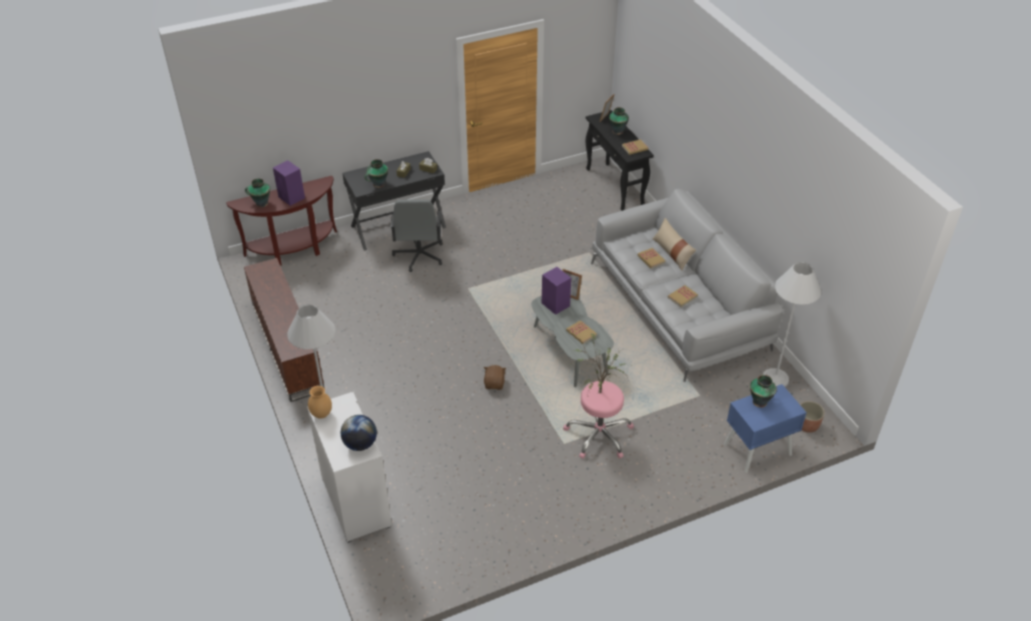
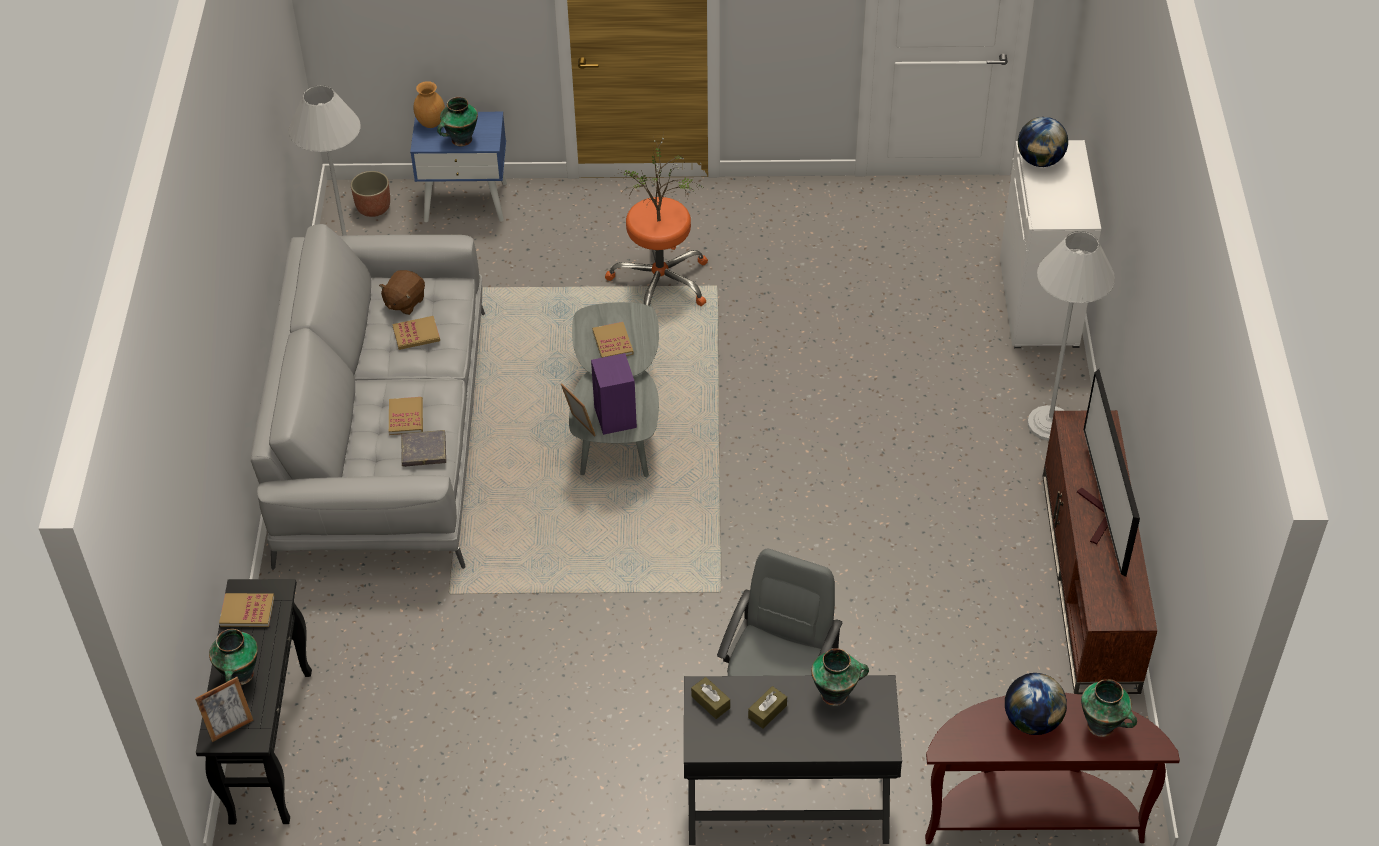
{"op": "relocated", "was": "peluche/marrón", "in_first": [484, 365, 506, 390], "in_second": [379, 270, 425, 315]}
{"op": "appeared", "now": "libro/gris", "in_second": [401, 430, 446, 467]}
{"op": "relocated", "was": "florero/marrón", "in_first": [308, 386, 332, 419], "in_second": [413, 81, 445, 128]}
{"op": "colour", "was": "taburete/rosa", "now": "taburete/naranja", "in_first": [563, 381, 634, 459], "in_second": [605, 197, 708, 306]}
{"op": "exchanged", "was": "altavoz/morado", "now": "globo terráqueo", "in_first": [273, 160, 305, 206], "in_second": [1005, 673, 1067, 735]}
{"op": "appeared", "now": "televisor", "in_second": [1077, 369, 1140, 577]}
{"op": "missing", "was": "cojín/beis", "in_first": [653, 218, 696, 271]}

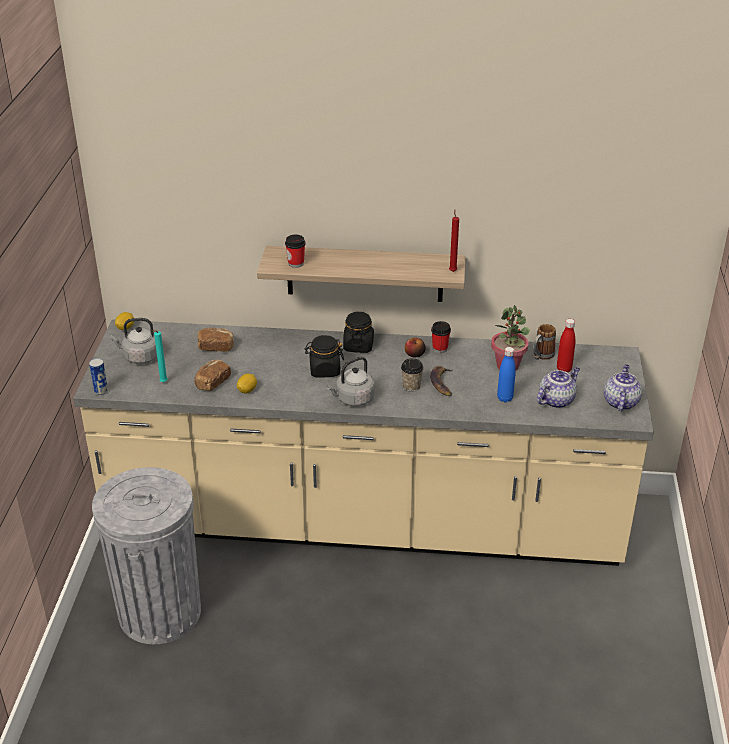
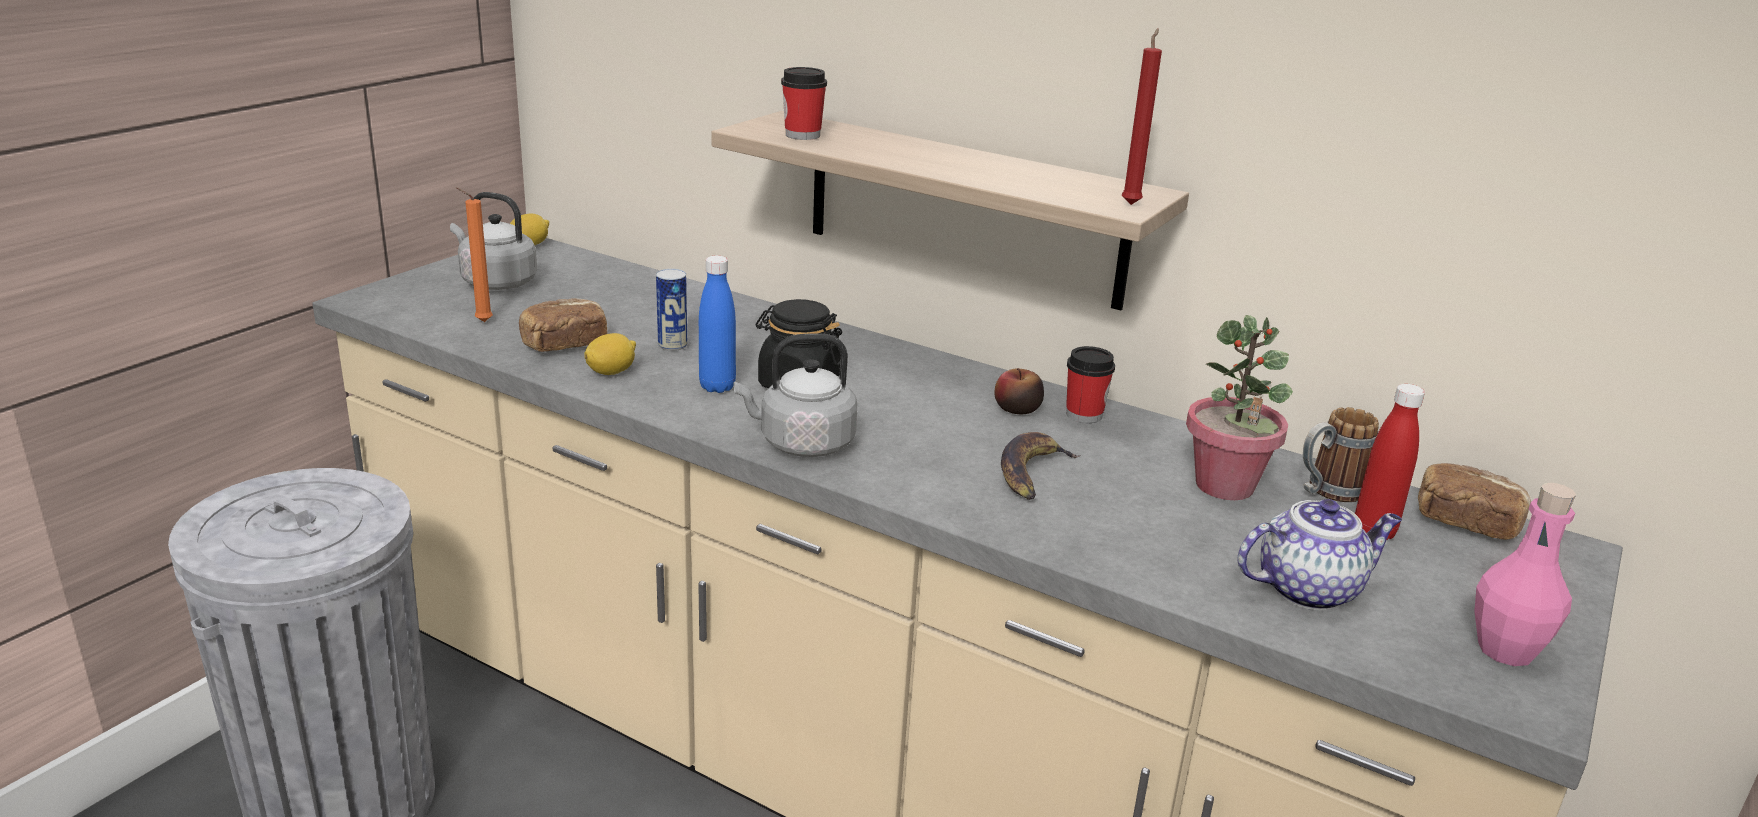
{"op": "colour", "was": "vela/turquesa", "now": "vela/naranja", "in_first": [151, 330, 168, 382], "in_second": [455, 187, 493, 322]}
{"op": "relocated", "was": "lata", "in_first": [89, 358, 108, 395], "in_second": [656, 269, 687, 351]}
{"op": "relocated", "was": "botella/azul", "in_first": [497, 347, 516, 402], "in_second": [699, 255, 736, 393]}
{"op": "relocated", "was": "pan", "in_first": [198, 327, 234, 352], "in_second": [1418, 463, 1531, 540]}
{"op": "exchanged", "was": "tetera", "now": "botella/rosa", "in_first": [604, 364, 642, 411], "in_second": [1474, 483, 1576, 666]}
{"op": "missing", "was": "tarro/negro", "in_first": [343, 312, 374, 353]}
{"op": "missing", "was": "taza", "in_first": [401, 358, 424, 392]}

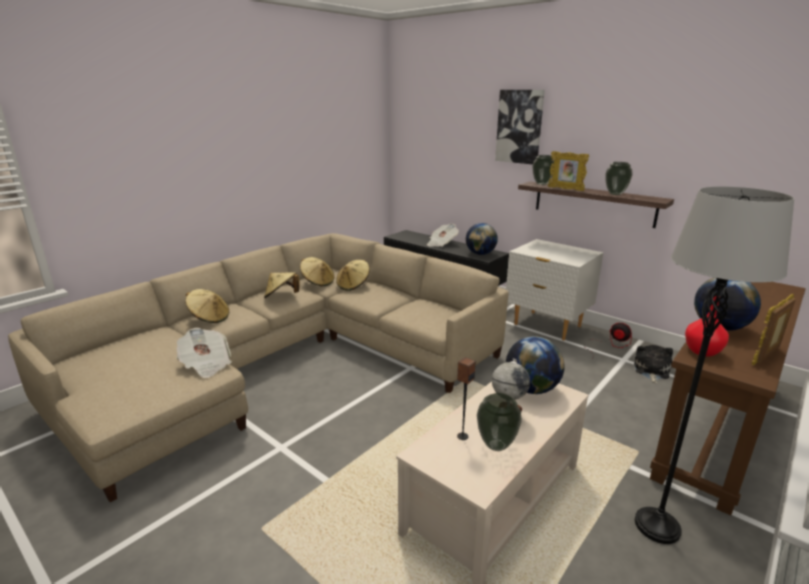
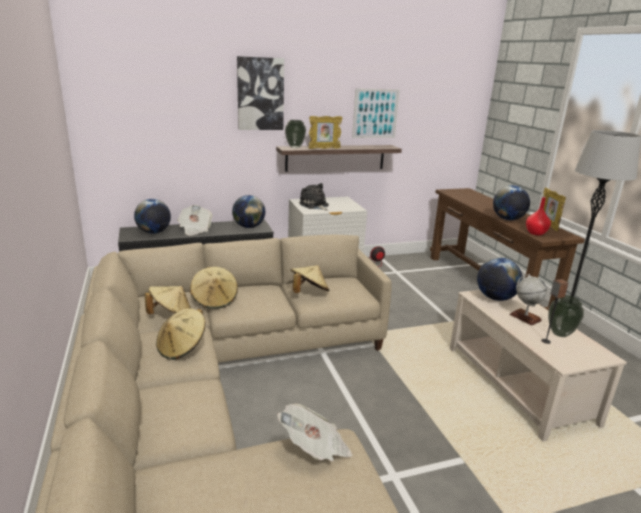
{"op": "appeared", "now": "globo terráqueo", "in_second": [134, 199, 171, 234]}
{"op": "relocated", "was": "sombrero/beis", "in_first": [185, 289, 229, 323], "in_second": [290, 265, 330, 293]}
{"op": "relocated", "was": "peluche", "in_first": [634, 345, 673, 384], "in_second": [299, 183, 329, 211]}
{"op": "appeared", "now": "cuadro", "in_second": [352, 88, 400, 138]}
{"op": "missing", "was": "florero", "in_first": [605, 162, 633, 195]}

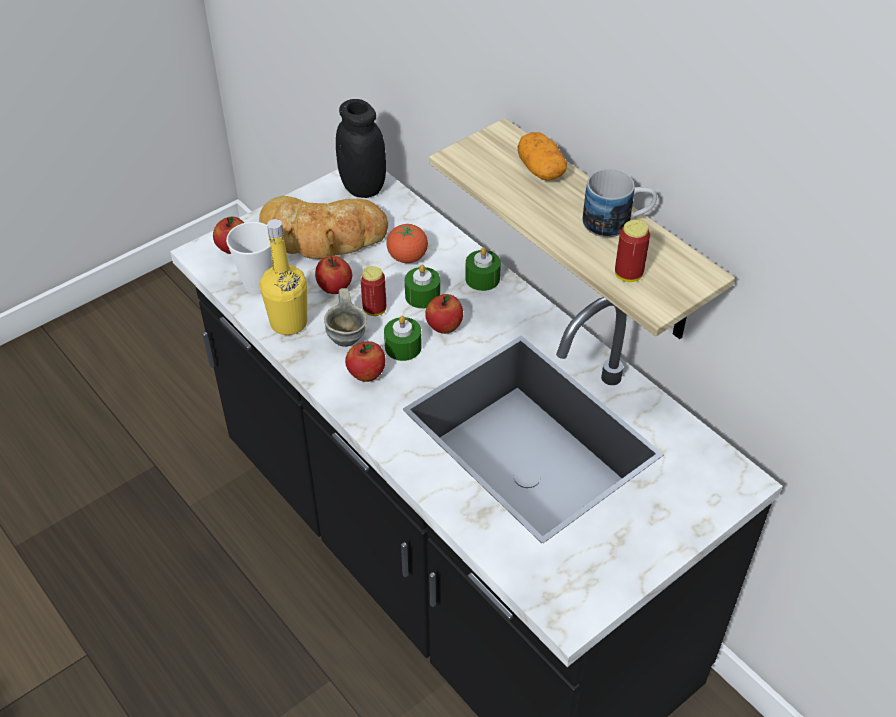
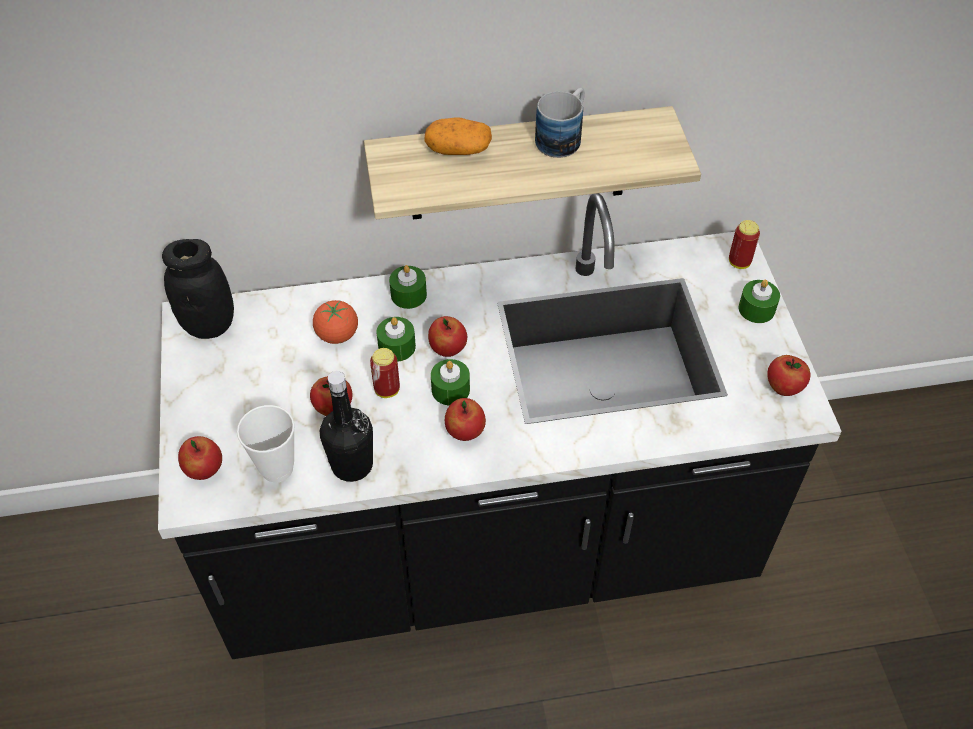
{"op": "colour", "was": "botella/amarillo", "now": "botella/negro", "in_first": [260, 219, 307, 335], "in_second": [320, 371, 373, 482]}
{"op": "relocated", "was": "lata", "in_first": [615, 220, 650, 282], "in_second": [729, 220, 760, 269]}
{"op": "appeared", "now": "vela/verde", "in_second": [739, 280, 780, 323]}
{"op": "appeared", "now": "manzana", "in_second": [767, 355, 810, 396]}
{"op": "missing", "was": "pan", "in_first": [259, 196, 388, 259]}
{"op": "missing", "was": "taza grande/gris", "in_first": [324, 288, 367, 347]}

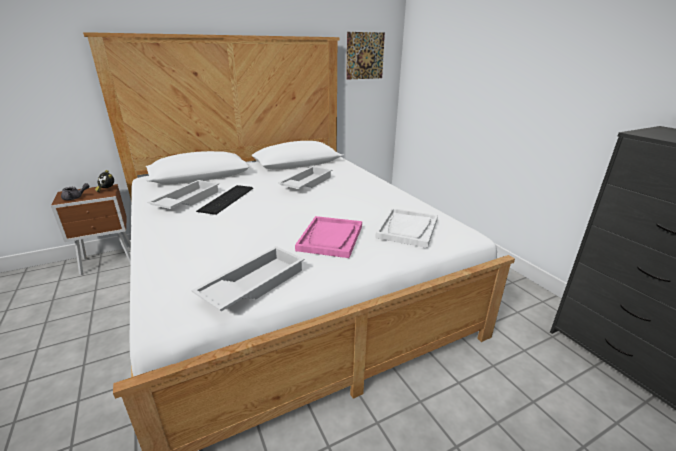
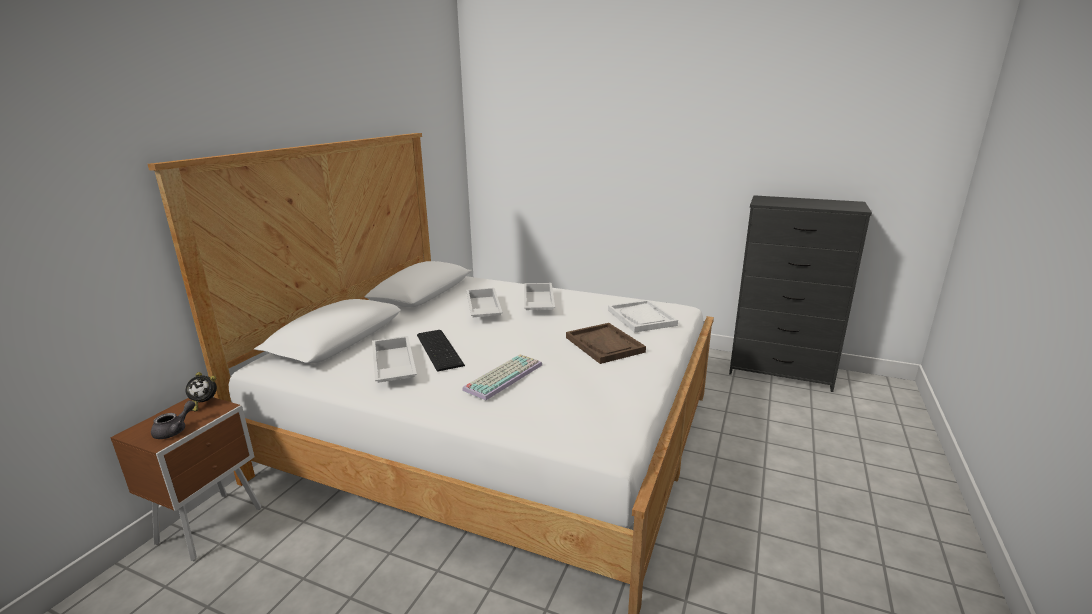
{"op": "appeared", "now": "teclado", "in_second": [462, 354, 542, 400]}
{"op": "relocated", "was": "bandeja/blanco", "in_first": [191, 246, 304, 311], "in_second": [524, 283, 555, 310]}
{"op": "colour", "was": "bandeja/rosa", "now": "bandeja/marrón", "in_first": [295, 216, 362, 258], "in_second": [566, 323, 646, 364]}
{"op": "missing", "was": "cuadro", "in_first": [346, 32, 385, 79]}

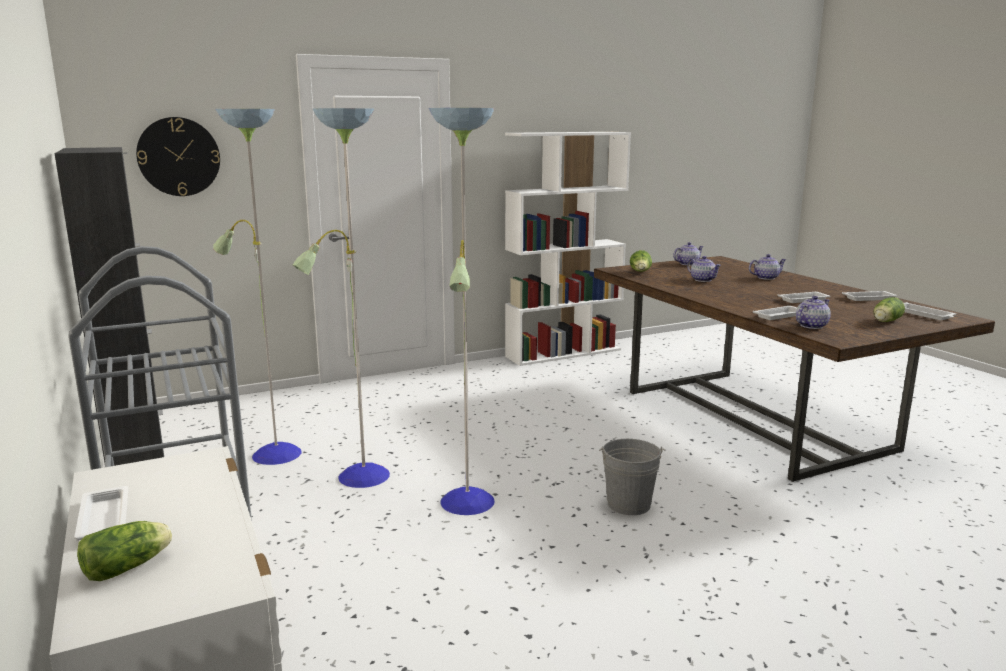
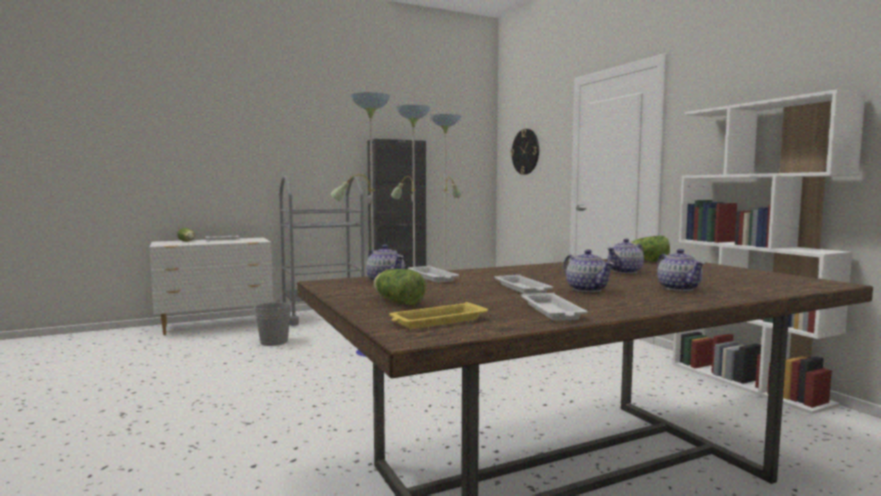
{"op": "relocated", "was": "cubo/gris", "in_first": [599, 439, 666, 515], "in_second": [254, 300, 291, 346]}
{"op": "colour", "was": "bandeja/blanco", "now": "bandeja/amarillo", "in_first": [904, 302, 956, 320], "in_second": [389, 302, 488, 329]}
{"op": "relocated", "was": "tetera", "in_first": [673, 242, 704, 265], "in_second": [564, 249, 614, 292]}

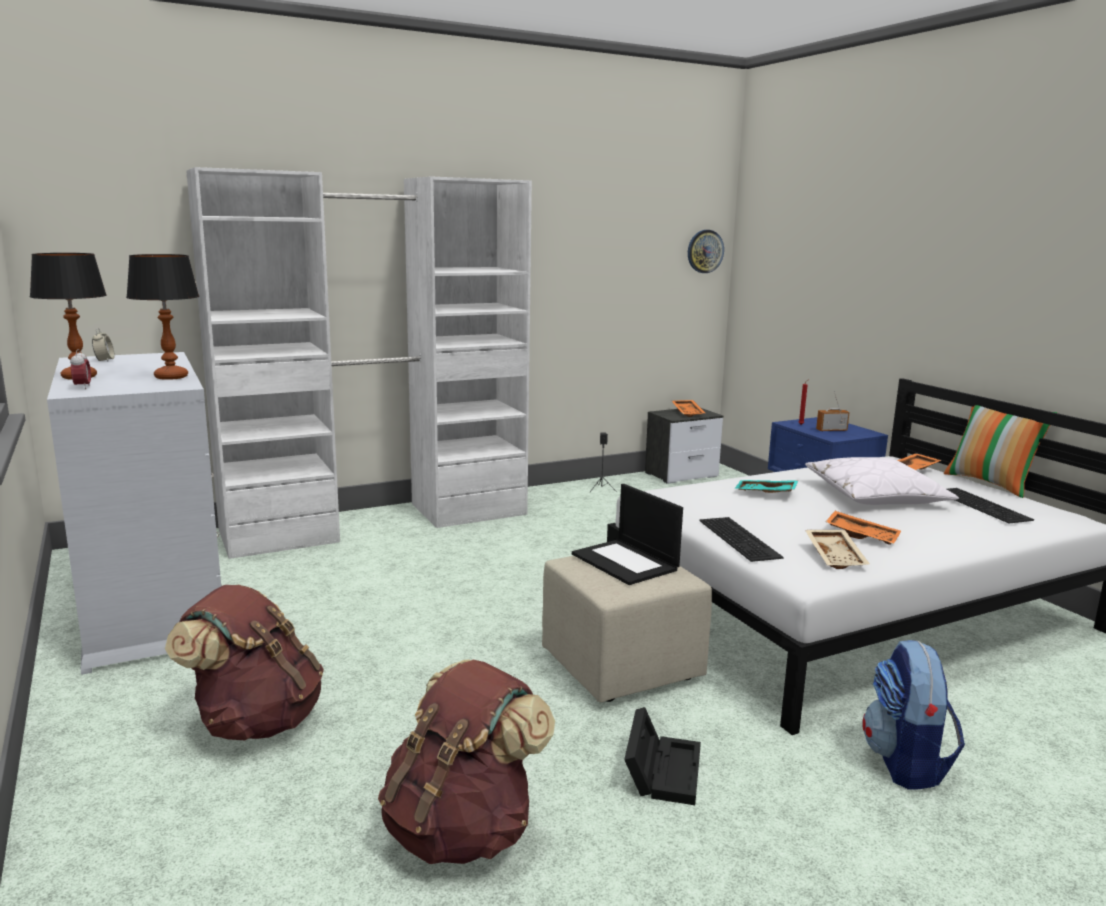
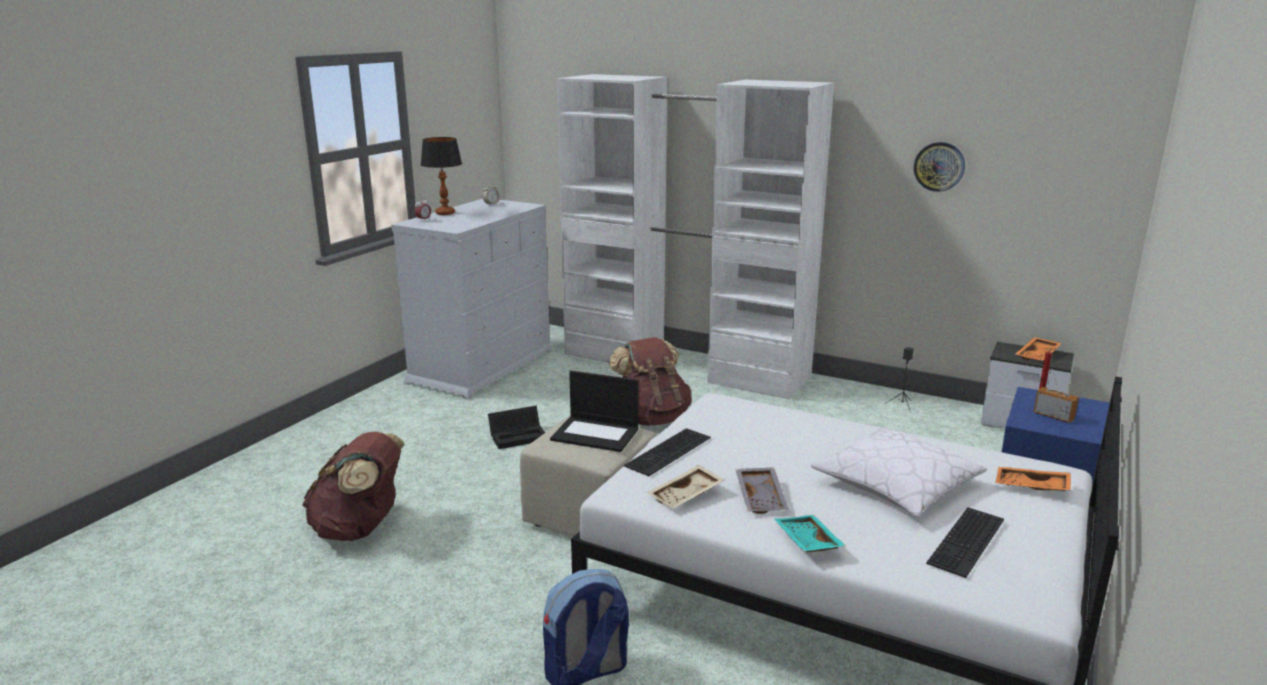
{"op": "relocated", "was": "caja de almacenaje/negro", "in_first": [624, 707, 701, 805], "in_second": [488, 405, 545, 449]}
{"op": "spun", "was": "portátil", "in_first": [572, 484, 683, 585], "in_second": [550, 371, 639, 452], "clockwise": -90}
{"op": "relocated", "was": "mochila/marrón", "in_first": [165, 585, 324, 740], "in_second": [609, 337, 692, 426]}
{"op": "colour", "was": "bandeja/naranja", "now": "bandeja/gris", "in_first": [826, 511, 901, 545], "in_second": [735, 467, 789, 514]}
{"op": "relocated", "was": "bandeja/turquesa", "in_first": [735, 480, 799, 493], "in_second": [775, 515, 846, 552]}
{"op": "relocated", "was": "reloj de pared", "in_first": [688, 230, 724, 273], "in_second": [914, 142, 965, 192]}
{"op": "missing", "was": "lámpara de mesa", "in_first": [126, 254, 199, 380]}
{"op": "missing", "was": "cojín", "in_first": [944, 405, 1058, 498]}

